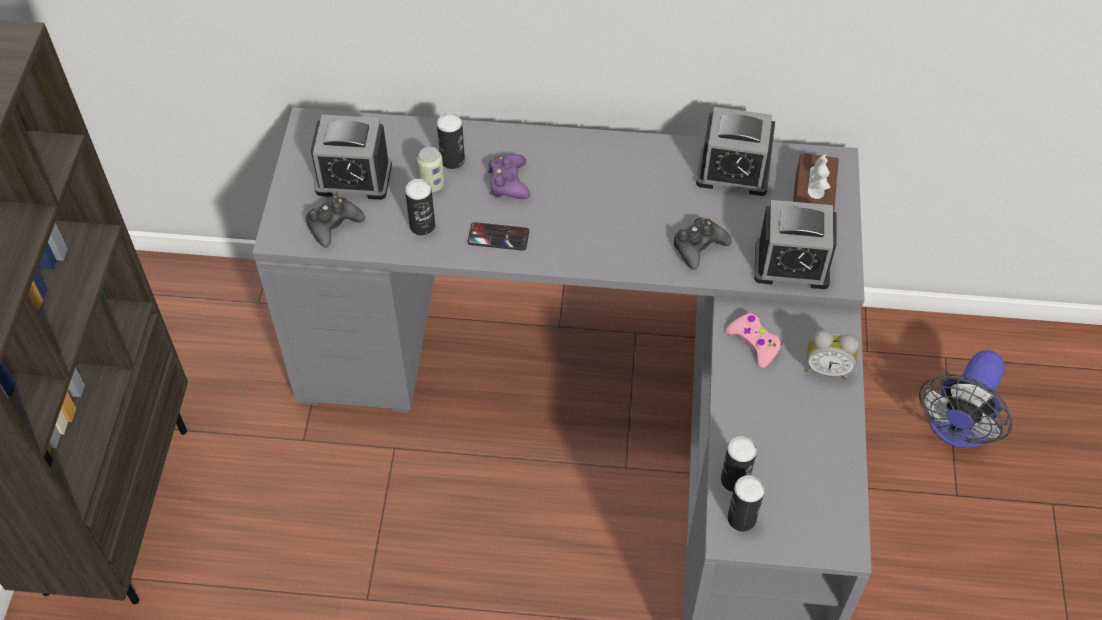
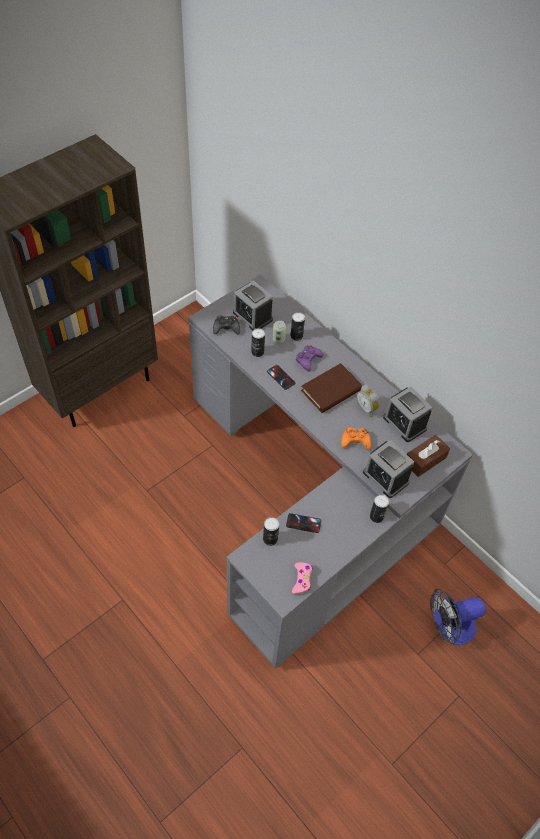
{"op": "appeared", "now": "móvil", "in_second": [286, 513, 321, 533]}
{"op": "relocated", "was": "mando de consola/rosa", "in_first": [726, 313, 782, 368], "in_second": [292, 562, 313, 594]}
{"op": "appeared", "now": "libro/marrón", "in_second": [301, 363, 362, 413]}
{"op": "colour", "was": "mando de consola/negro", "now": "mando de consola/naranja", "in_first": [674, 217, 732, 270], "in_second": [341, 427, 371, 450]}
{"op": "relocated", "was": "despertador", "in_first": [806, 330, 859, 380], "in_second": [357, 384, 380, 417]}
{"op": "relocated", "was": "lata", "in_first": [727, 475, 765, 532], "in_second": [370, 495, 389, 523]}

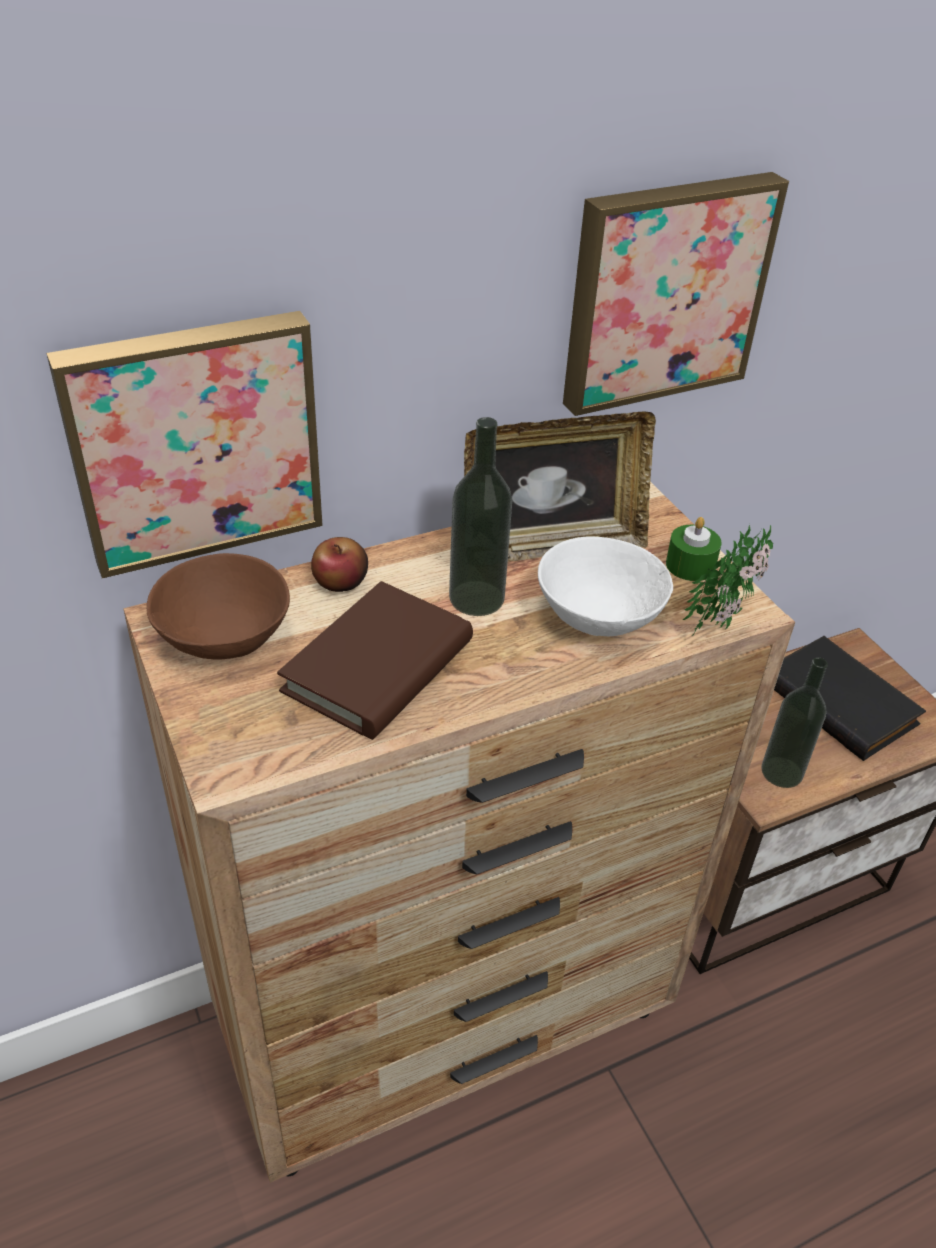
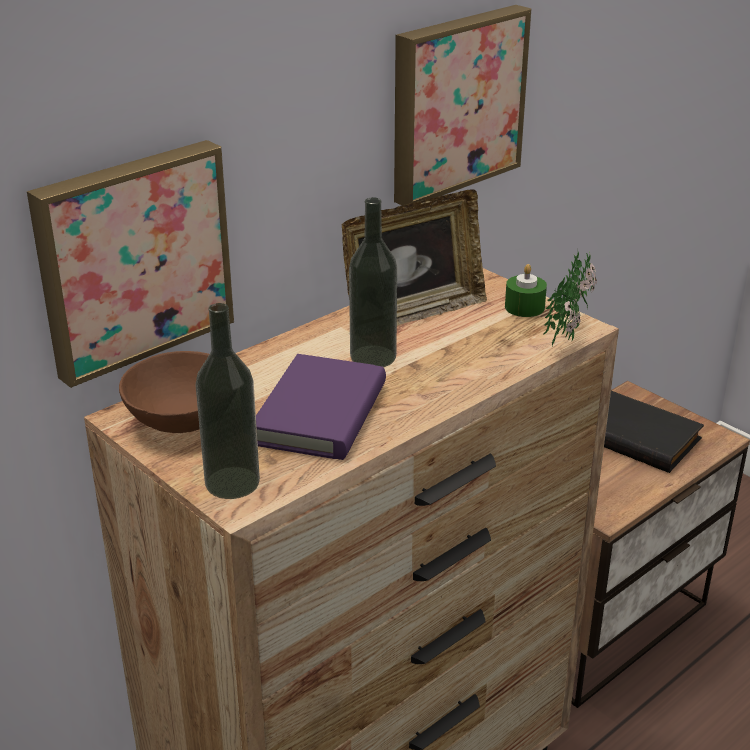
{"op": "relocated", "was": "botella", "in_first": [761, 657, 828, 788], "in_second": [195, 303, 260, 499]}
{"op": "colour", "was": "libro/marrón", "now": "libro/morado", "in_first": [277, 581, 473, 740], "in_second": [256, 354, 386, 460]}
{"op": "missing", "was": "manzana", "in_first": [311, 537, 368, 592]}
{"op": "missing", "was": "cuenco/blanco", "in_first": [538, 537, 673, 636]}

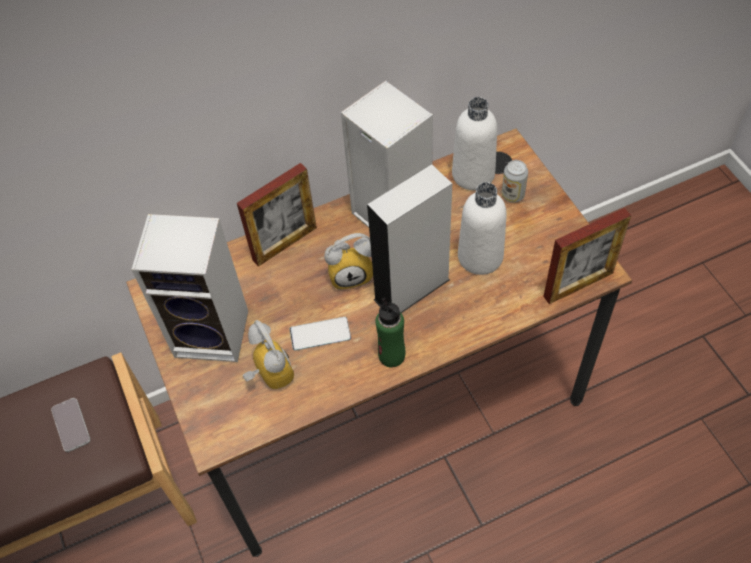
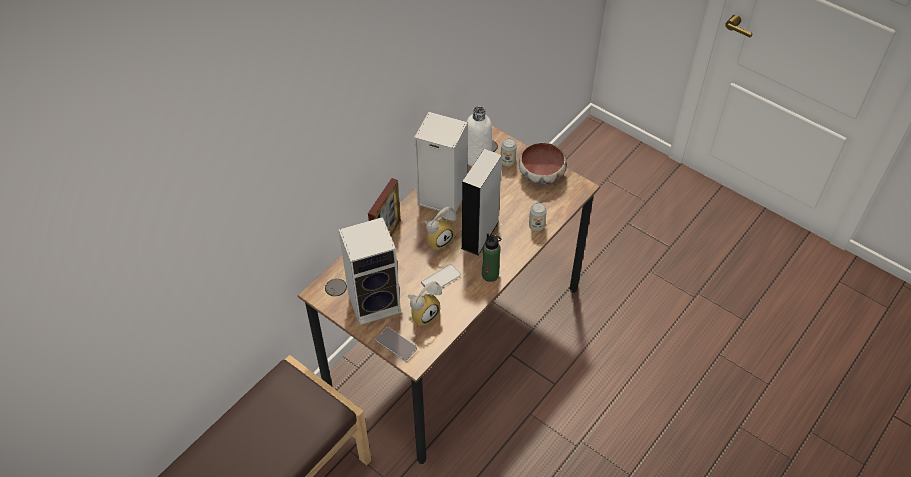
{"op": "relocated", "was": "móvil", "in_first": [51, 398, 91, 452], "in_second": [376, 327, 417, 361]}
{"op": "spun", "was": "despertador", "in_first": [243, 320, 294, 389], "in_second": [407, 281, 442, 326], "clockwise": 105}
{"op": "appeared", "now": "cuenco", "in_second": [519, 143, 567, 185]}
{"op": "appeared", "now": "lata", "in_second": [529, 203, 547, 232]}
{"op": "missing", "was": "botella/blanco", "in_first": [458, 182, 507, 275]}
{"op": "missing", "was": "portarretratos", "in_first": [543, 208, 631, 304]}

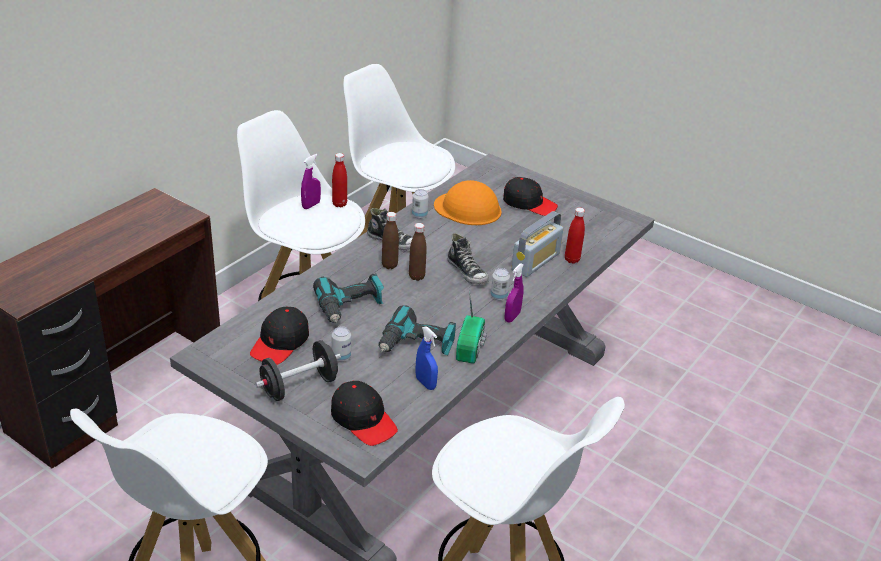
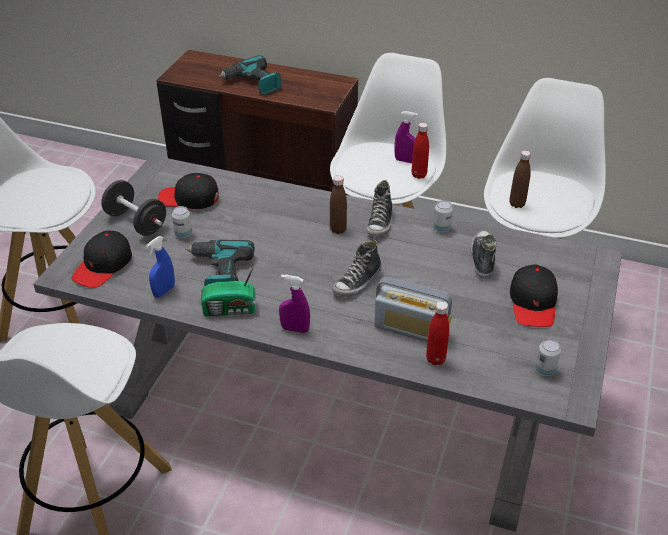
{"op": "relocated", "was": "taladro", "in_first": [313, 273, 384, 323], "in_second": [218, 55, 281, 95]}
{"op": "exchanged", "was": "casco/naranja", "now": "zapato", "in_first": [434, 180, 502, 225], "in_second": [471, 230, 497, 279]}
{"op": "relocated", "was": "botella/marrón", "in_first": [409, 223, 427, 281], "in_second": [509, 150, 531, 208]}
{"op": "relocated", "was": "lata", "in_first": [491, 268, 510, 300], "in_second": [535, 339, 561, 376]}

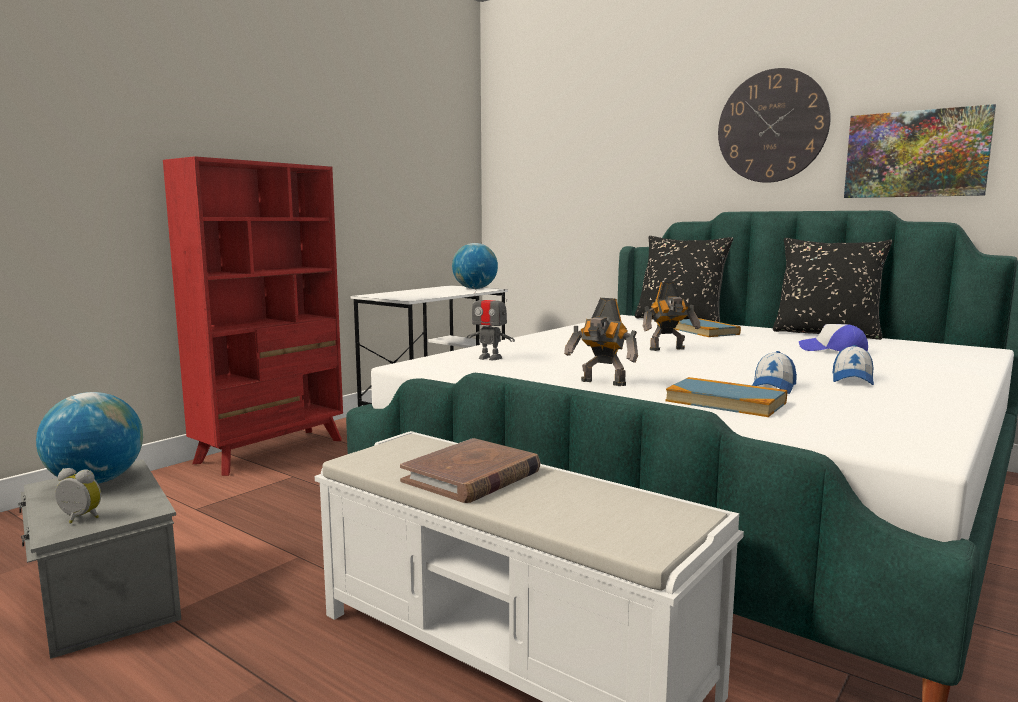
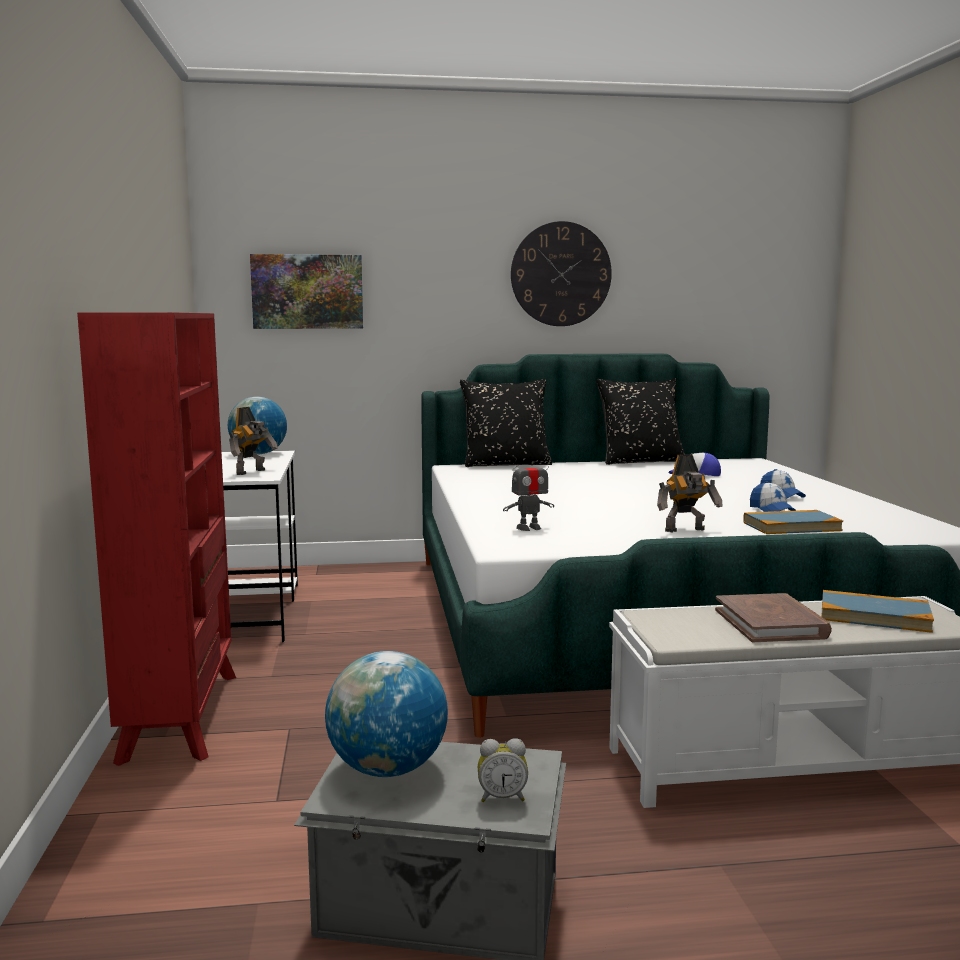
{"op": "relocated", "was": "robot de juguete", "in_first": [643, 282, 701, 351], "in_second": [229, 407, 278, 475]}
{"op": "relocated", "was": "cuadro", "in_first": [844, 104, 996, 198], "in_second": [250, 254, 363, 329]}
{"op": "spun", "was": "despertador", "in_first": [55, 468, 101, 523], "in_second": [478, 738, 528, 802], "clockwise": -150}
{"op": "relocated", "was": "libro", "in_first": [674, 318, 741, 337], "in_second": [821, 590, 934, 633]}

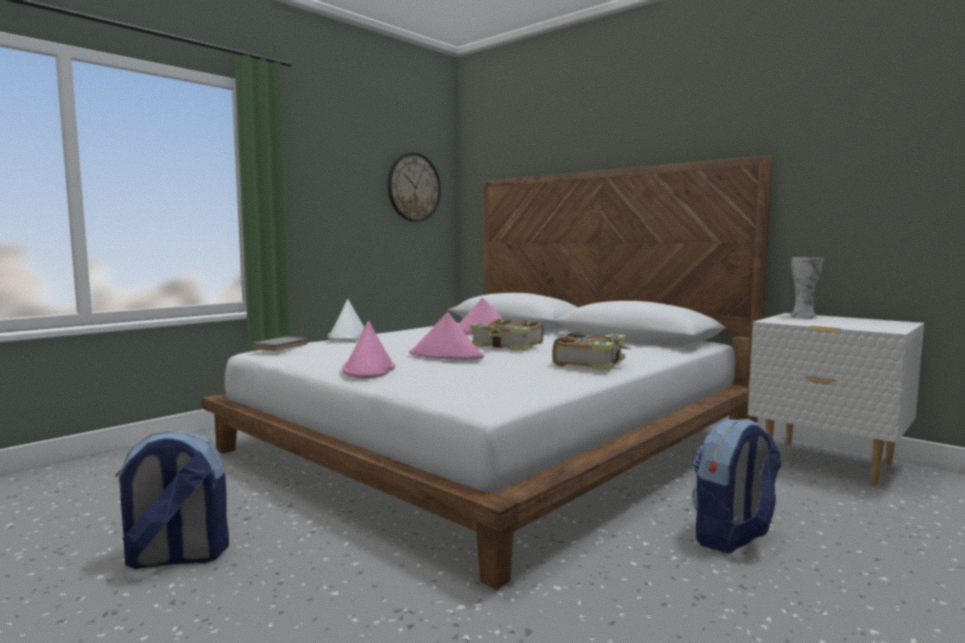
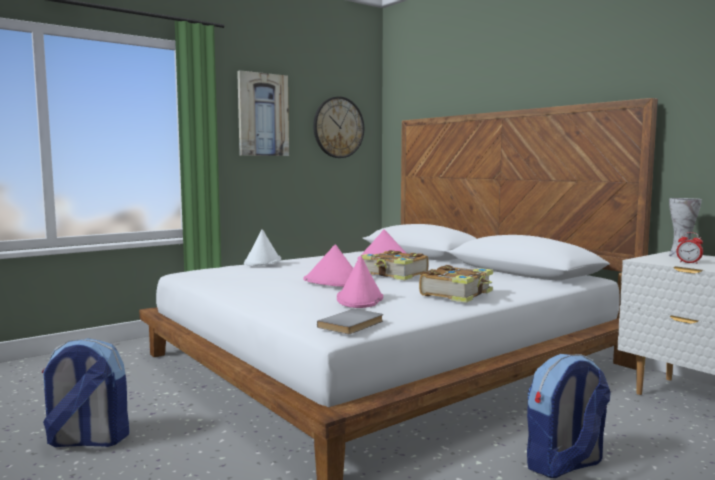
{"op": "appeared", "now": "cuadro", "in_second": [237, 70, 289, 156]}
{"op": "relocated", "was": "libro/gris", "in_first": [251, 336, 308, 351], "in_second": [317, 309, 383, 334]}
{"op": "relocated", "was": "sombrero/rosa", "in_first": [342, 321, 395, 378], "in_second": [337, 256, 383, 308]}
{"op": "appeared", "now": "despertador", "in_second": [676, 232, 703, 264]}

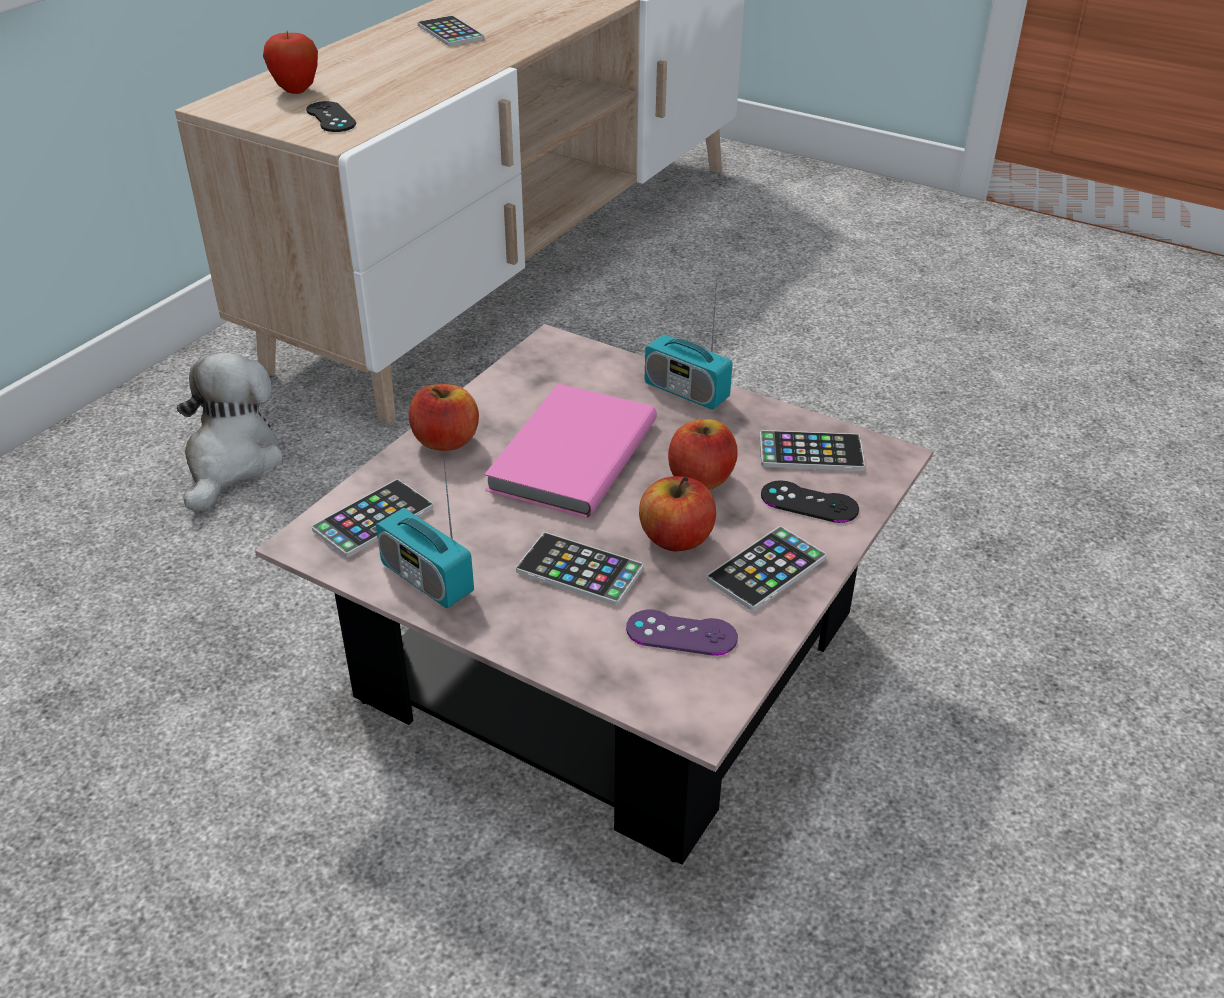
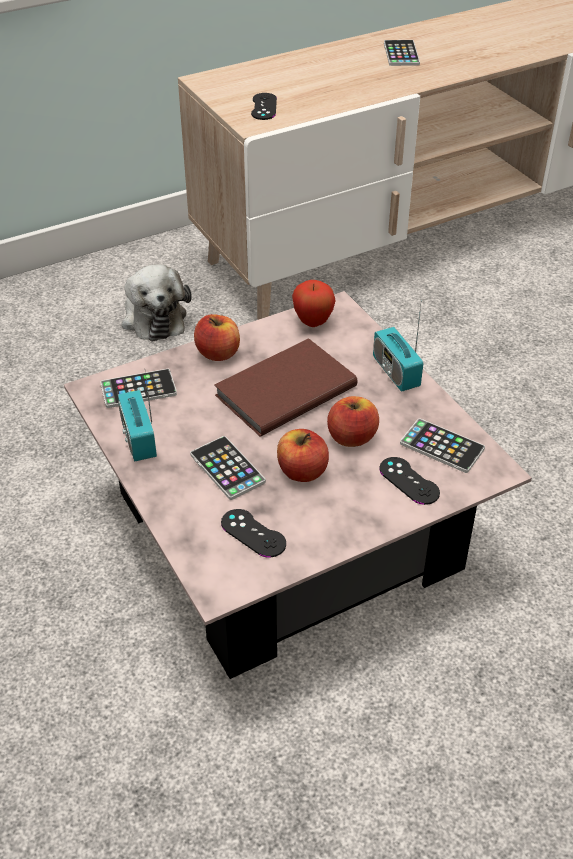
{"op": "spun", "was": "peluche", "in_first": [177, 353, 284, 513], "in_second": [122, 264, 192, 341], "clockwise": 120}
{"op": "colour", "was": "libro/rosa", "now": "libro/marrón", "in_first": [484, 384, 657, 518], "in_second": [214, 338, 357, 437]}
{"op": "colour", "was": "mando de consola/morado", "now": "mando de consola/negro", "in_first": [626, 610, 738, 656], "in_second": [221, 509, 286, 558]}
{"op": "relocated", "was": "manzana", "in_first": [263, 31, 318, 94], "in_second": [292, 280, 336, 327]}
{"op": "missing", "was": "móvil", "in_first": [707, 526, 826, 611]}

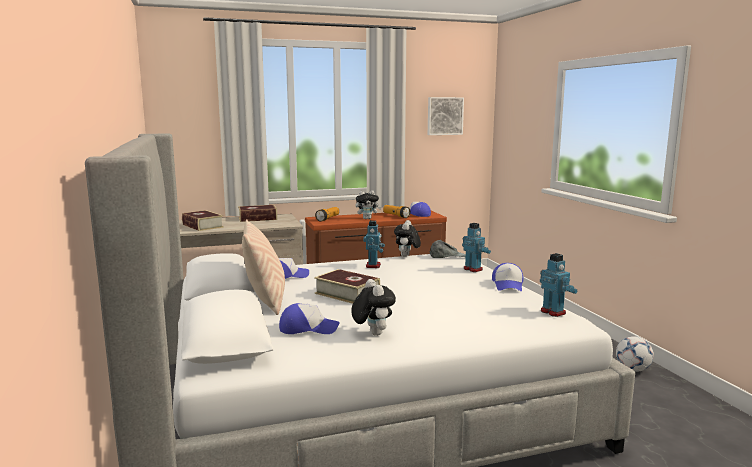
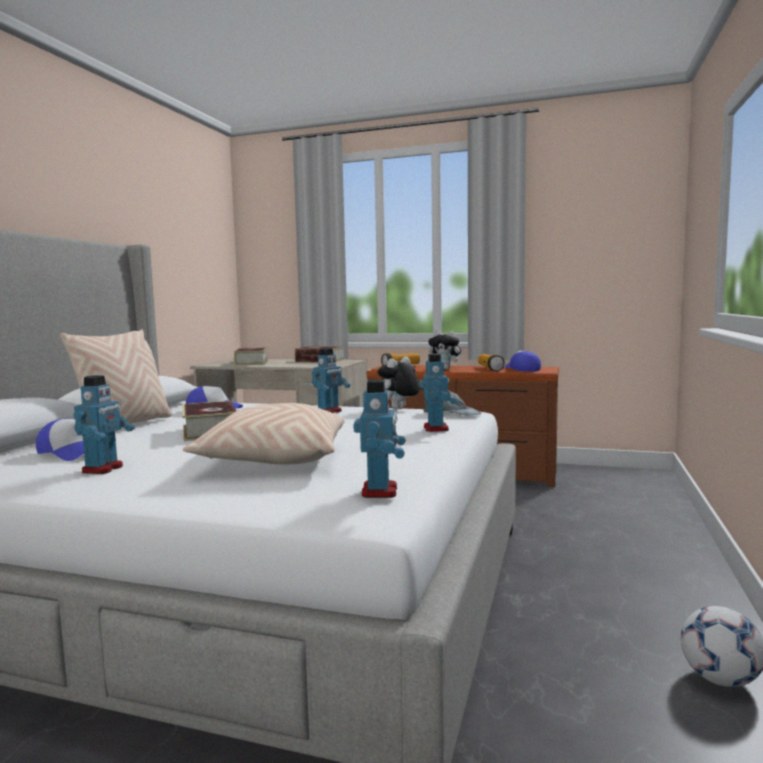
{"op": "exchanged", "was": "peluche", "now": "robot de juguete", "in_first": [351, 279, 396, 336], "in_second": [73, 375, 135, 474]}
{"op": "appeared", "now": "cojín/beis", "in_second": [183, 403, 344, 465]}
{"op": "missing", "was": "cuadro", "in_first": [428, 97, 464, 135]}
{"op": "missing", "was": "gorra", "in_first": [492, 263, 523, 291]}

